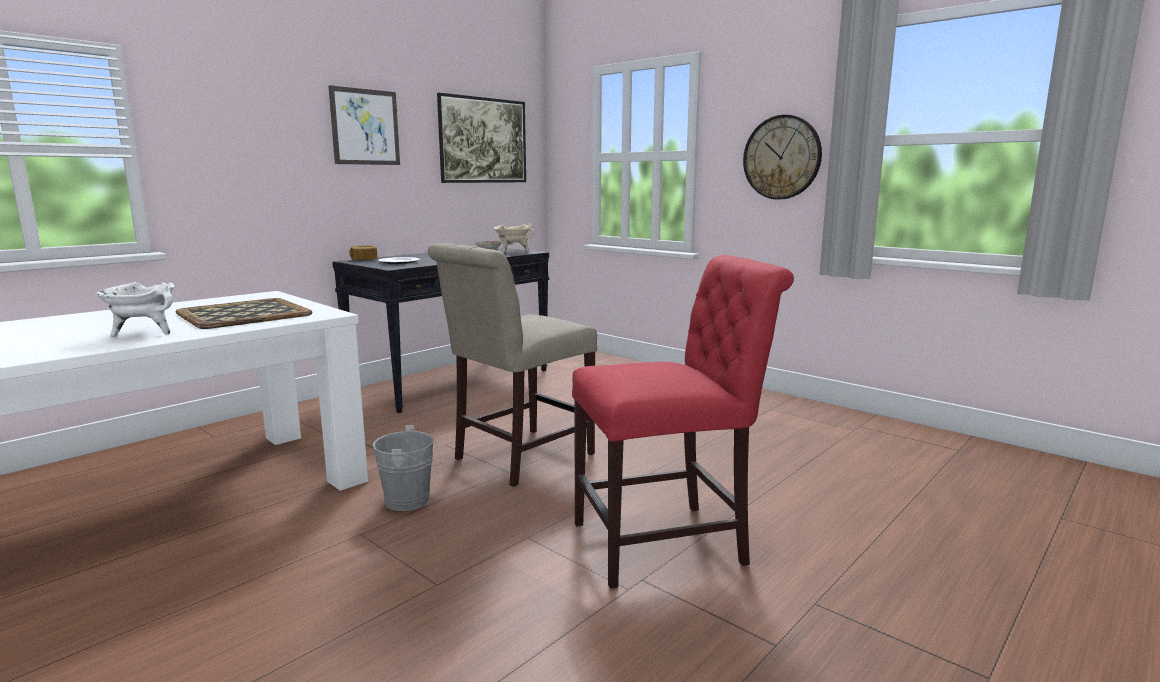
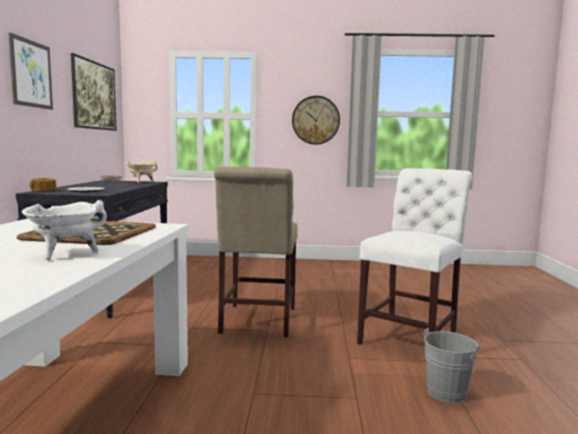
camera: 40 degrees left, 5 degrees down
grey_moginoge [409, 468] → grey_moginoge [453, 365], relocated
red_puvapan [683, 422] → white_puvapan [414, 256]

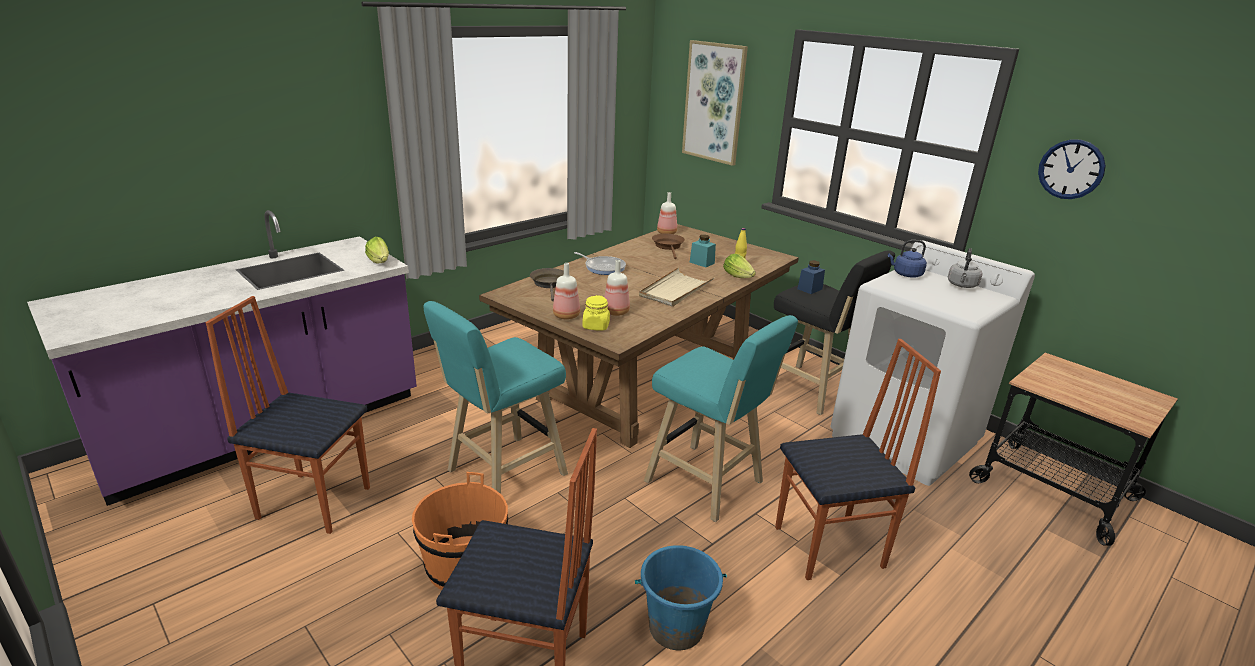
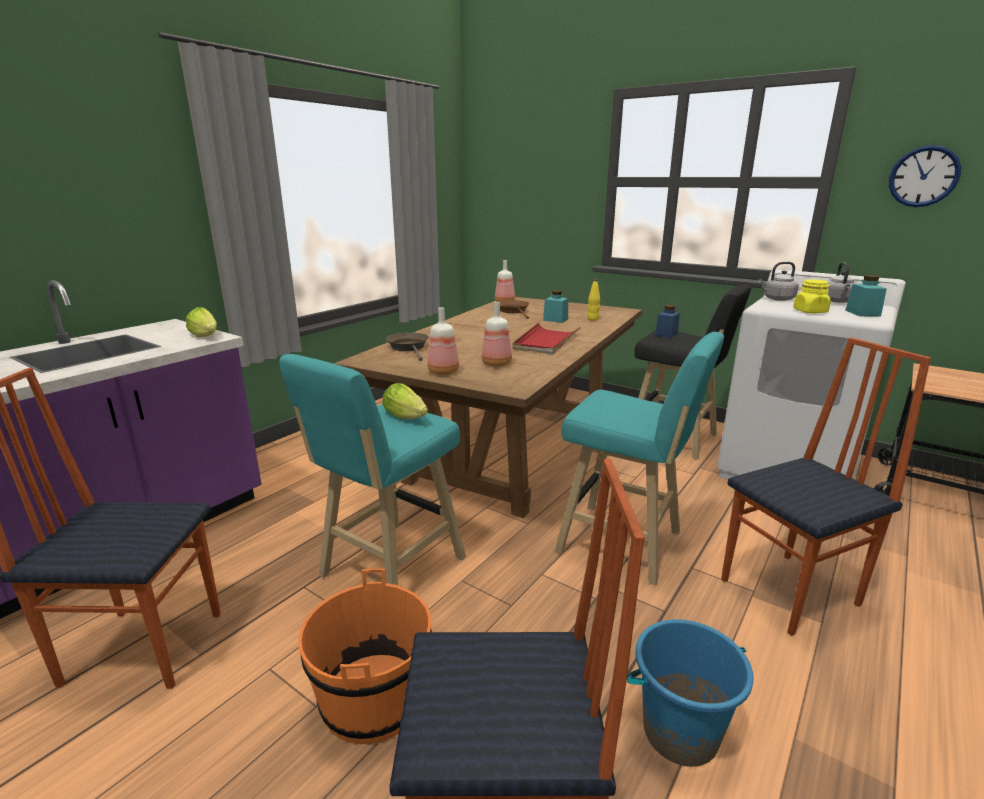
camera: 10 degrees left, 5 degrees down
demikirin [600, 263] → -
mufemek [715, 103] → -
- → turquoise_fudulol [866, 296]
yellow_fudulol [596, 313] → yellow_fudulol [812, 296], relocated
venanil [739, 266] → venanil [405, 401], relocated
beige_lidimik [676, 287] → red_lidimik [546, 338]
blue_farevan [907, 259] → grey_farevan [778, 281]

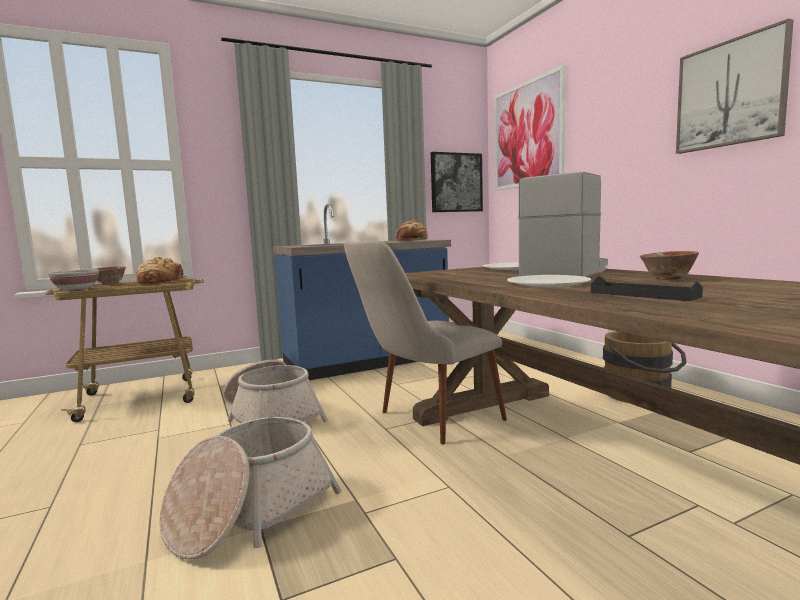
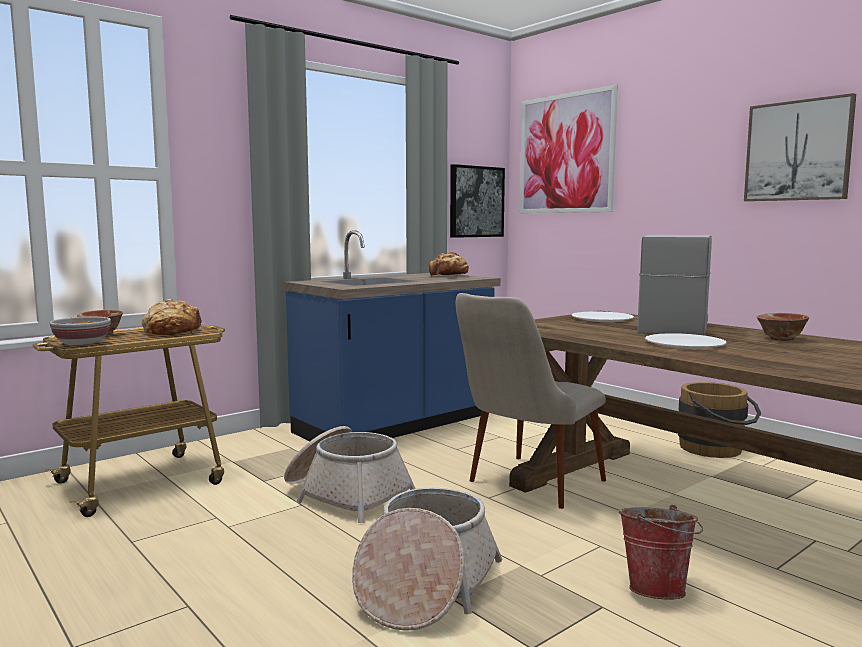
camera: 15 degrees left, 0 degrees up
black_lidimik [647, 288] → -
- → moginoge [661, 552]

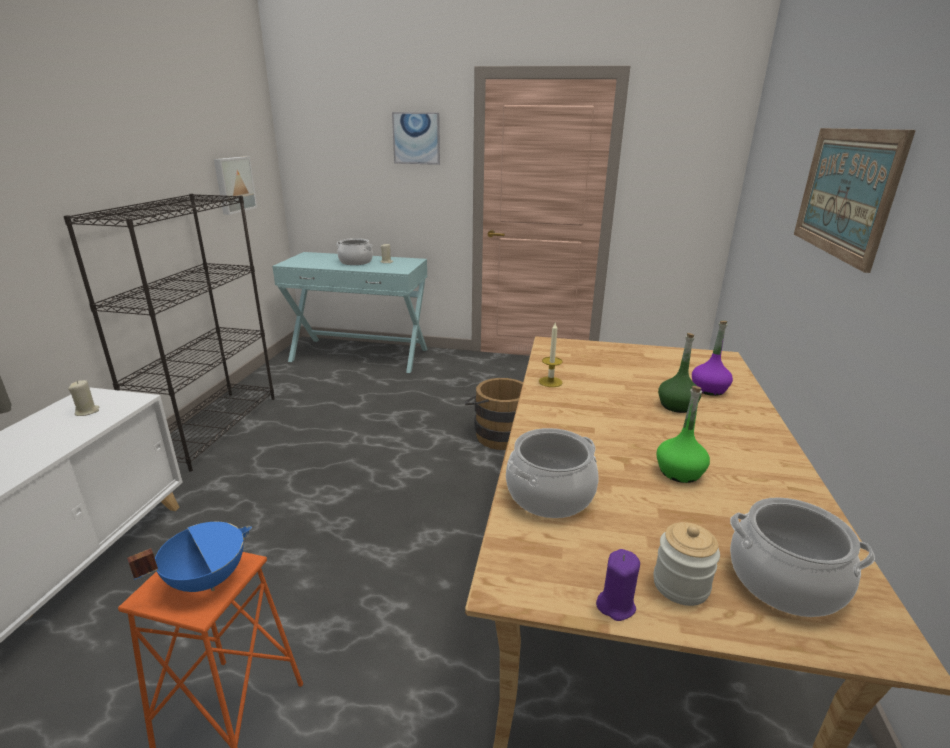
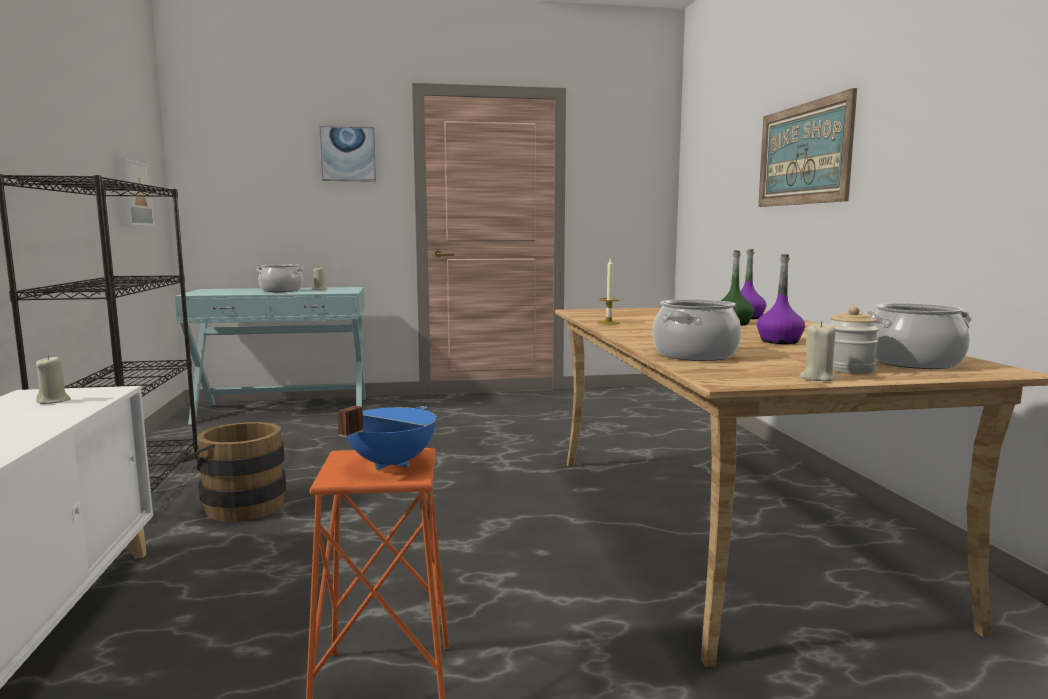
camera: 20 degrees left, 15 degrees down
brown_moginoge [494, 414] → brown_moginoge [233, 472], relocated
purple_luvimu [618, 585] → beige_luvimu [818, 351]
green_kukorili [683, 434] → purple_kukorili [781, 299]

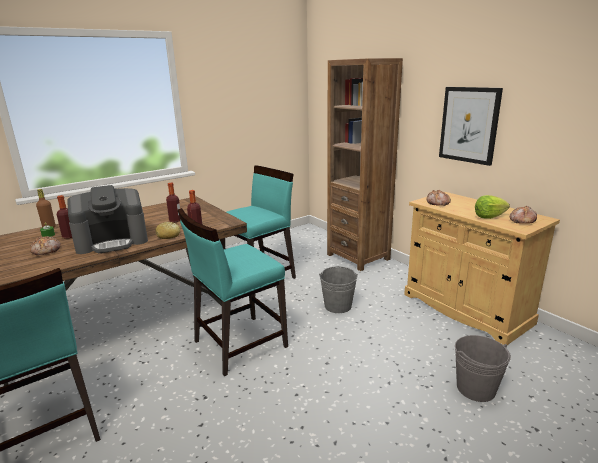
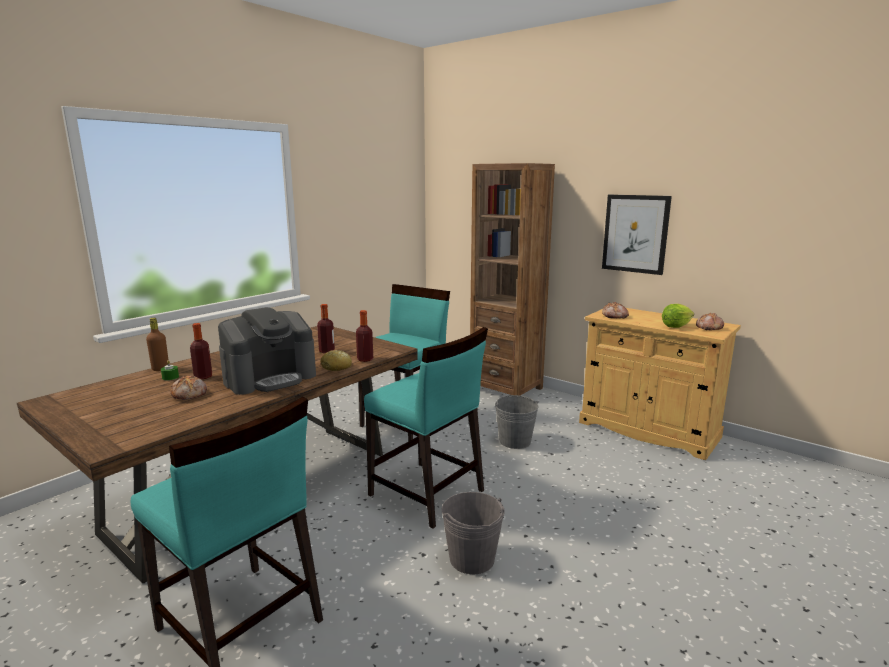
camera: 15 degrees left, 5 degrees down
grey_moginoge [483, 368] → grey_moginoge [473, 533], relocated
turquoise_puvapan [233, 292] → turquoise_puvapan [426, 427], 90 degrees counterclockwise

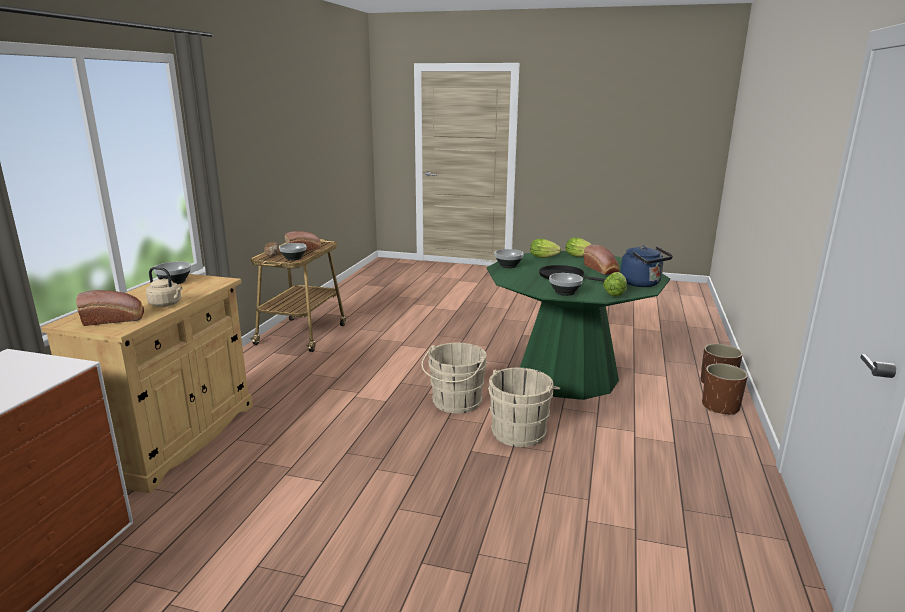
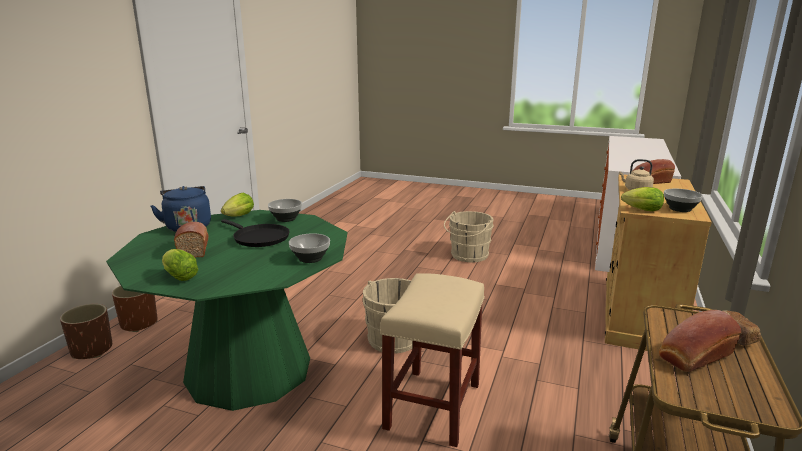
camera: 175 degrees left, 0 degrees up
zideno [292, 251] → -
- → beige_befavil [432, 360]
beige_moginoge [524, 407] → beige_moginoge [469, 236], relocated
venanil [545, 248] → venanil [642, 199], relocated

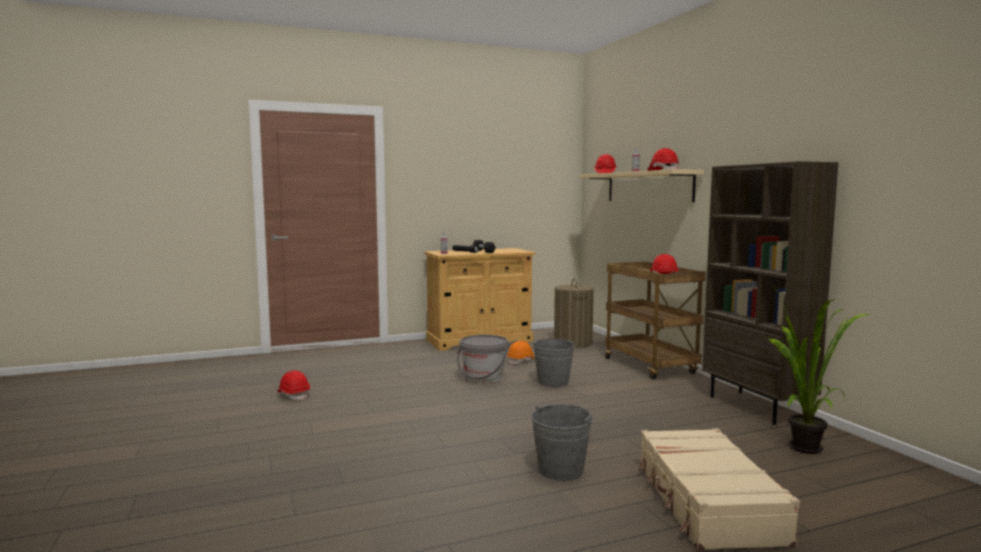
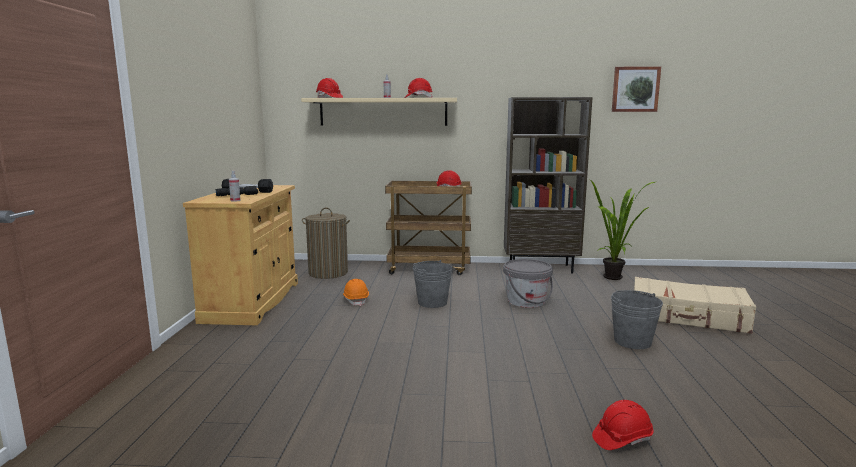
camera: 65 degrees left, 5 degrees up
- → mufemek [636, 89]
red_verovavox [293, 385] → red_verovavox [623, 425], relocated
grey_moginoge [483, 359] → grey_moginoge [528, 283], relocated

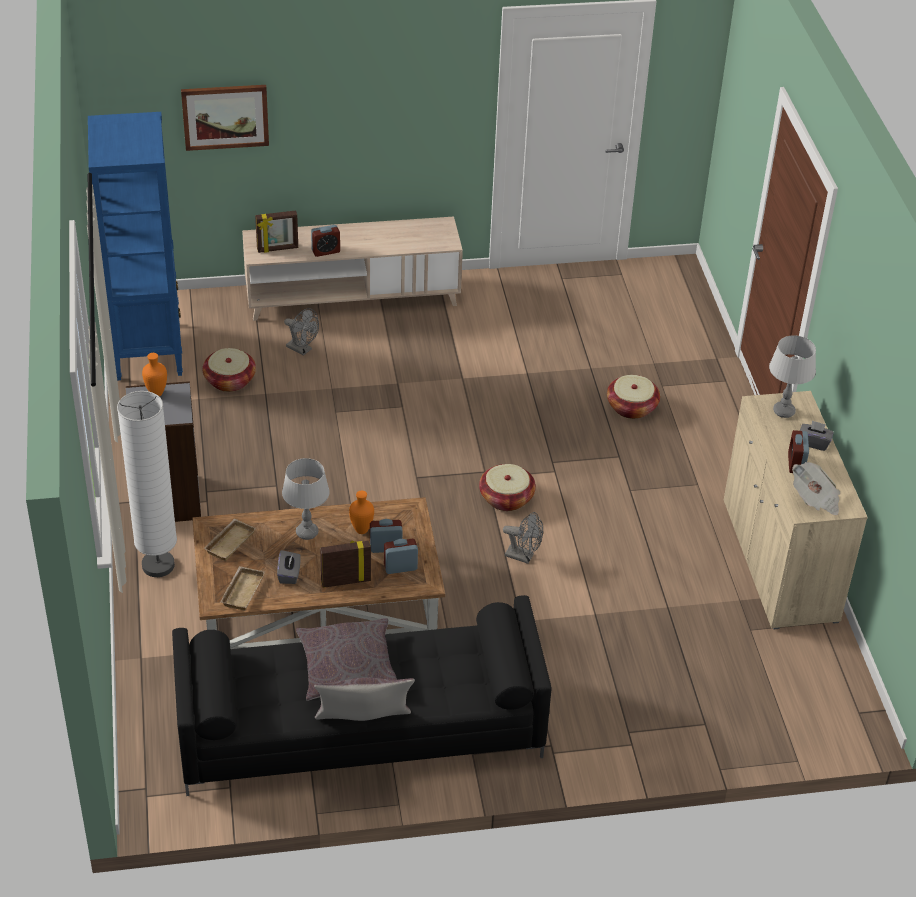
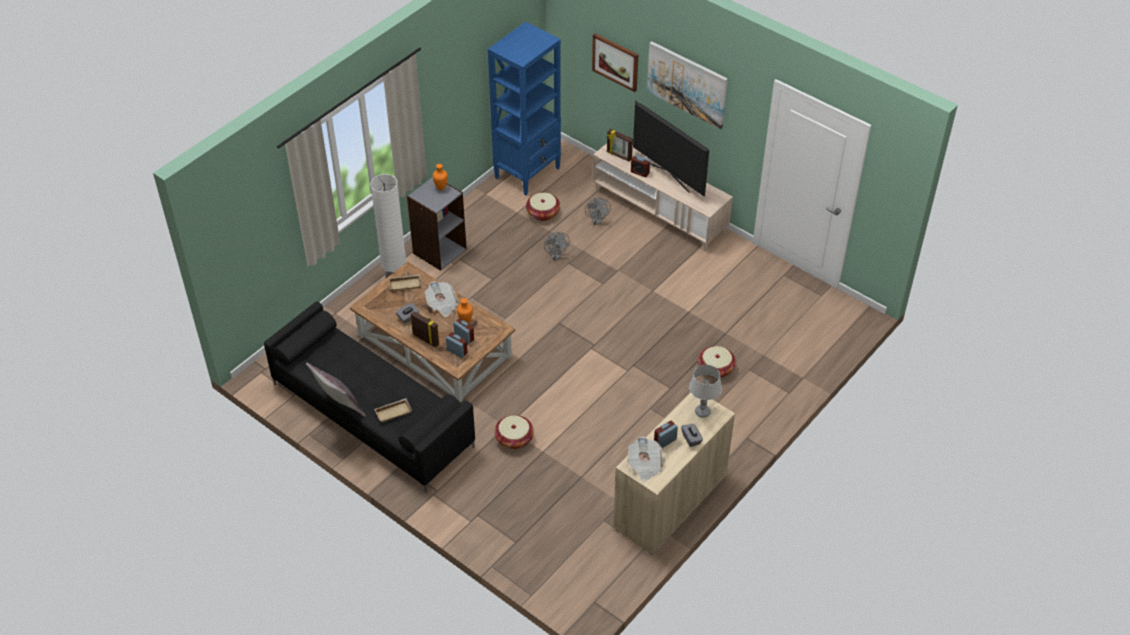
camera: 50 degrees right, 5 degrees up
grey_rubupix [346, 659] → -
- → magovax [671, 149]
- → mufemek [687, 85]
beige_lidimik [242, 588] → beige_lidimik [393, 410], relocated
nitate [507, 487] → nitate [514, 432], relocated
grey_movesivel [523, 538] → grey_movesivel [557, 246], relocated
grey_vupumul [306, 499] → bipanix [441, 299]

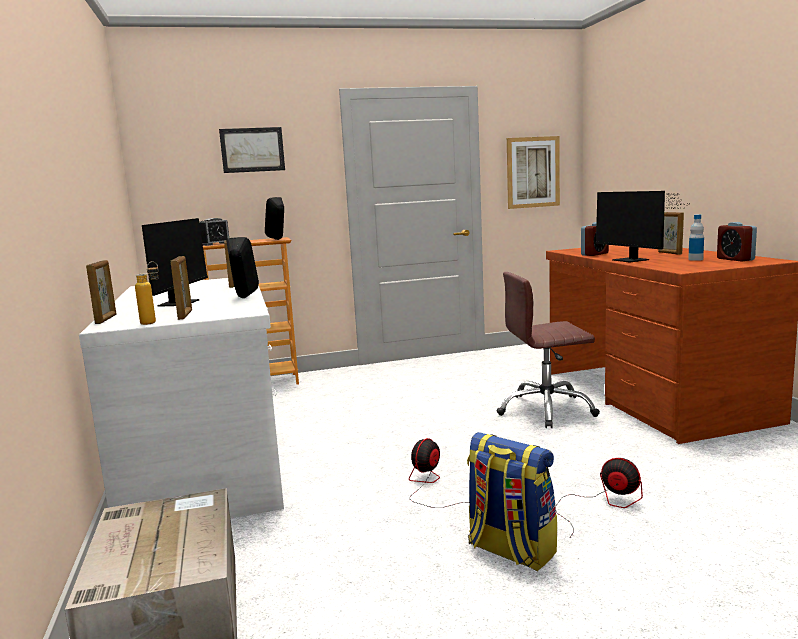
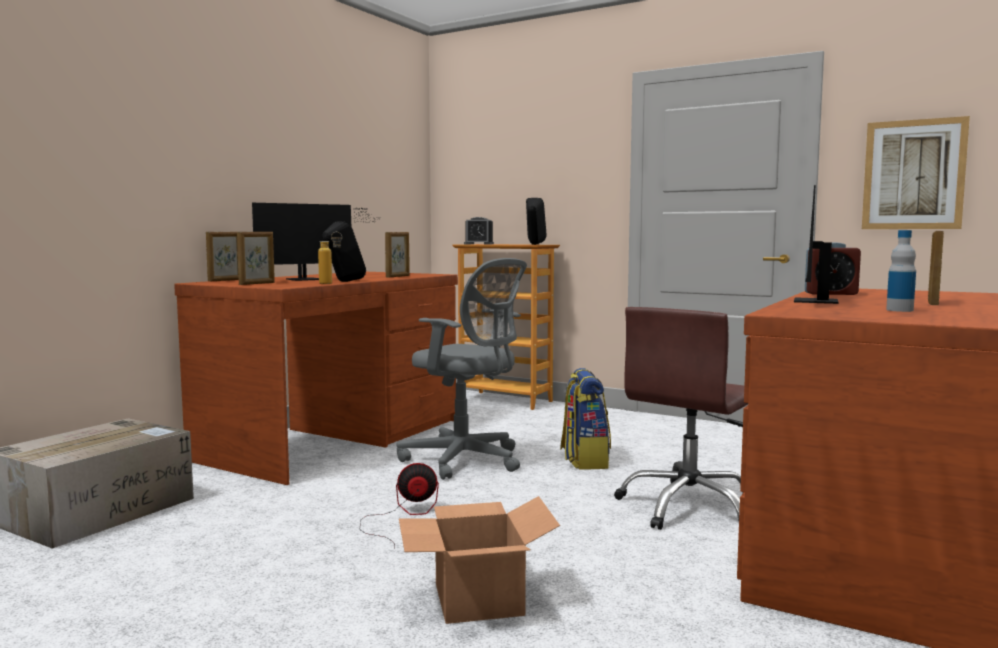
camera: 45 degrees right, 5 degrees down
mufemek [252, 150] → -
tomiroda [737, 242] → -
- → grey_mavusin [462, 369]
kukorili [147, 293] → kukorili [330, 258], relocated
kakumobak [512, 501] → kakumobak [585, 418], relocated
movesivel [599, 497] → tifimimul [479, 560]
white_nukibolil [181, 398] → brown_nukibolil [316, 378]
brown_mavusin [548, 350] → brown_mavusin [681, 418], 90 degrees counterclockwise

